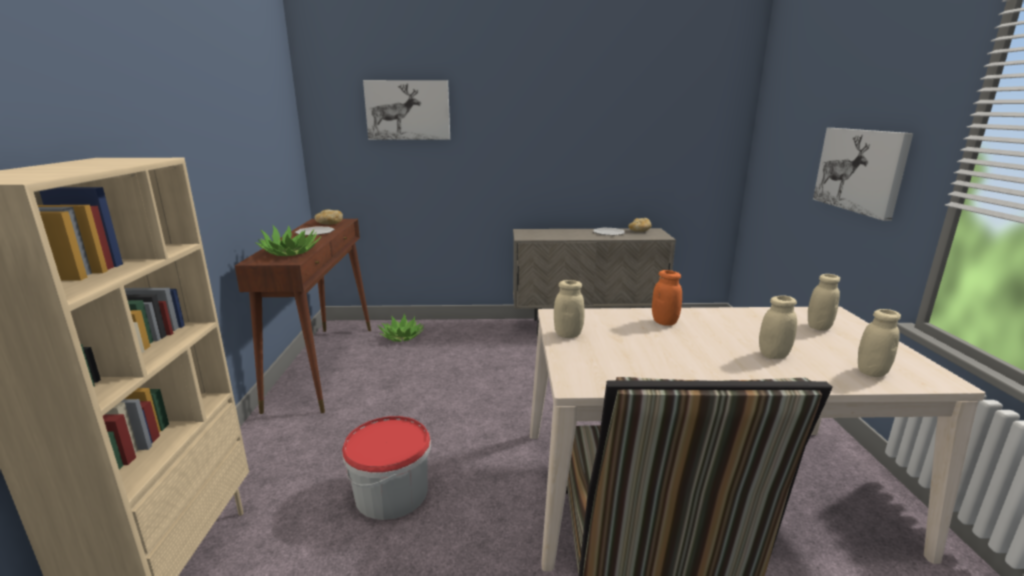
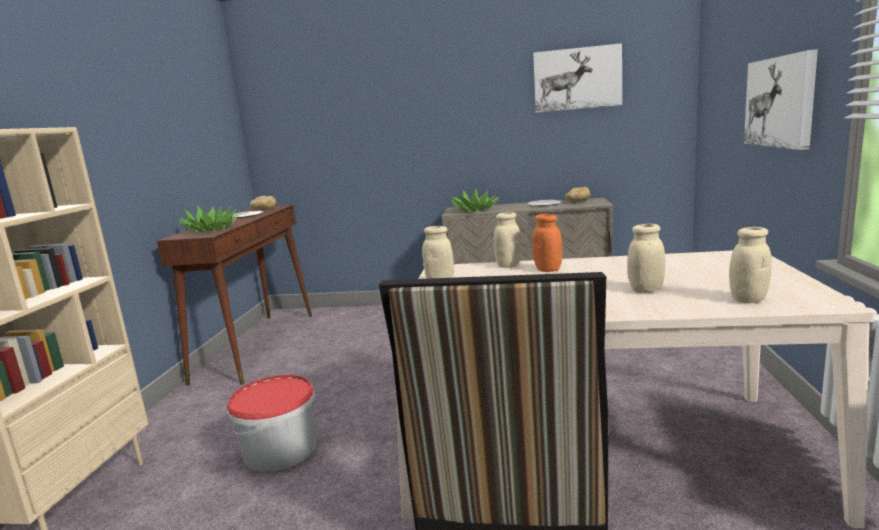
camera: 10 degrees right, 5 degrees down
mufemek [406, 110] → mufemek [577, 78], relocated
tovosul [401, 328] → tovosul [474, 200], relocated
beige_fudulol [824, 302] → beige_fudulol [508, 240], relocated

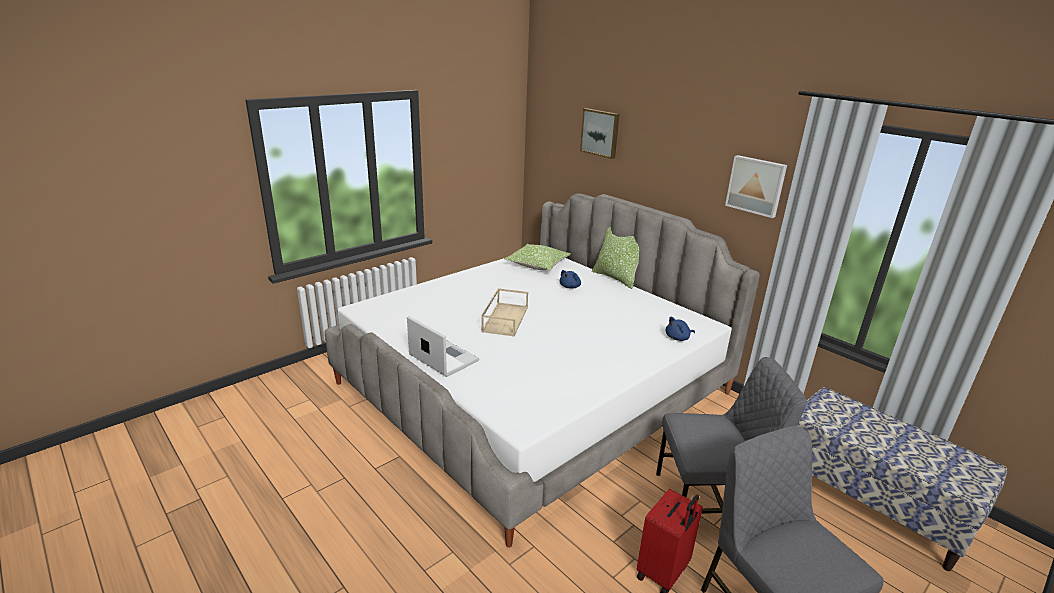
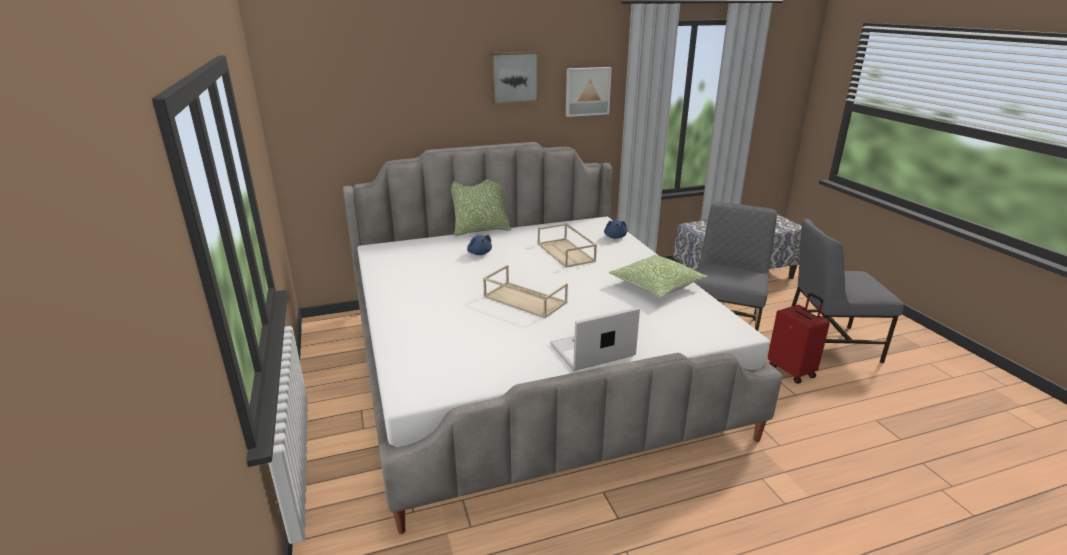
camera: 65 degrees left, 0 degrees up
- → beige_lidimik [567, 245]
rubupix [537, 257] → rubupix [658, 276], relocated
mufemek [600, 133] → mufemek [514, 77], relocated

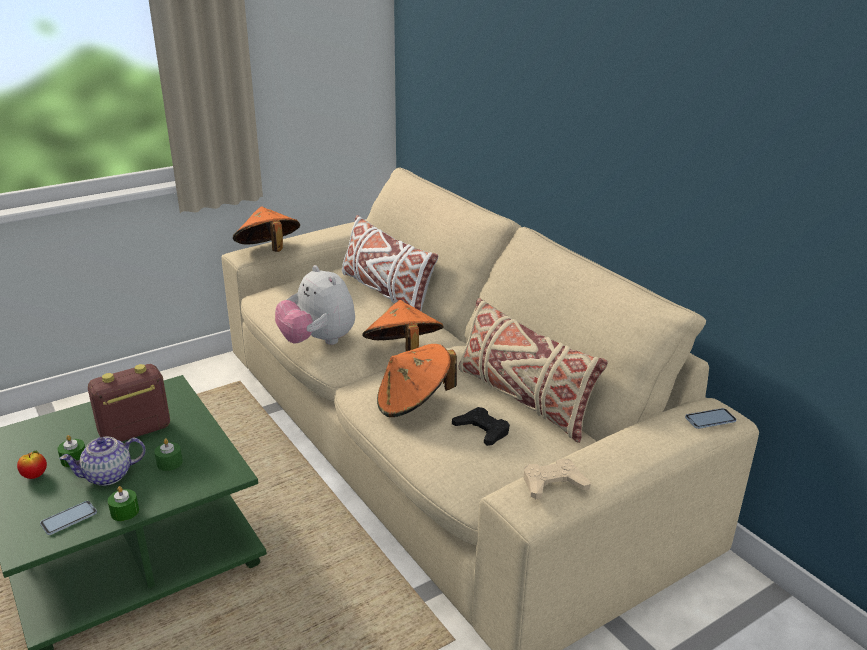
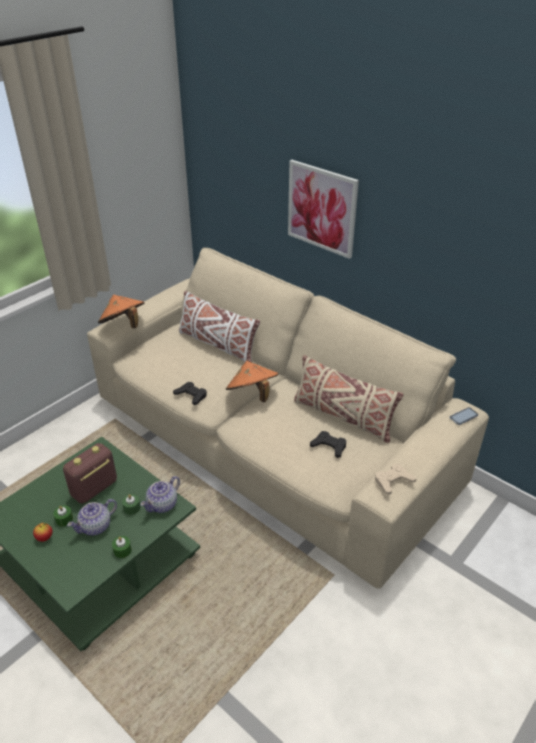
camera: 15 degrees left, 10 degrees up
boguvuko [68, 518] → -
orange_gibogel [417, 380] → -
- → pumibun [160, 494]
- → mufemek [323, 209]
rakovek [315, 305] → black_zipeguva [190, 393]

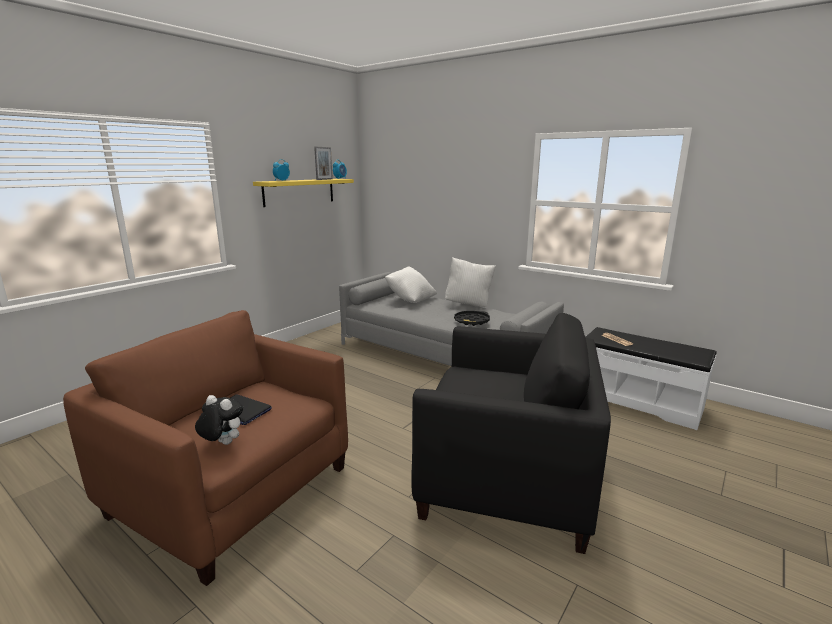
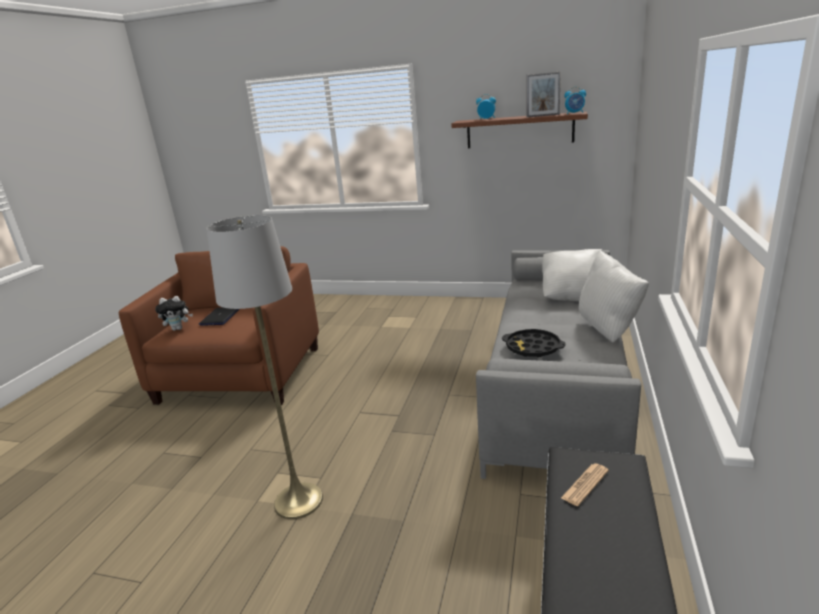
camera: 70 degrees right, 5 degrees up
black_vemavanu [511, 433] → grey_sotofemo [264, 367]
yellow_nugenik [303, 193] → brown_nugenik [519, 130]
rakovek [219, 420] → rakovek [174, 313], 75 degrees clockwise

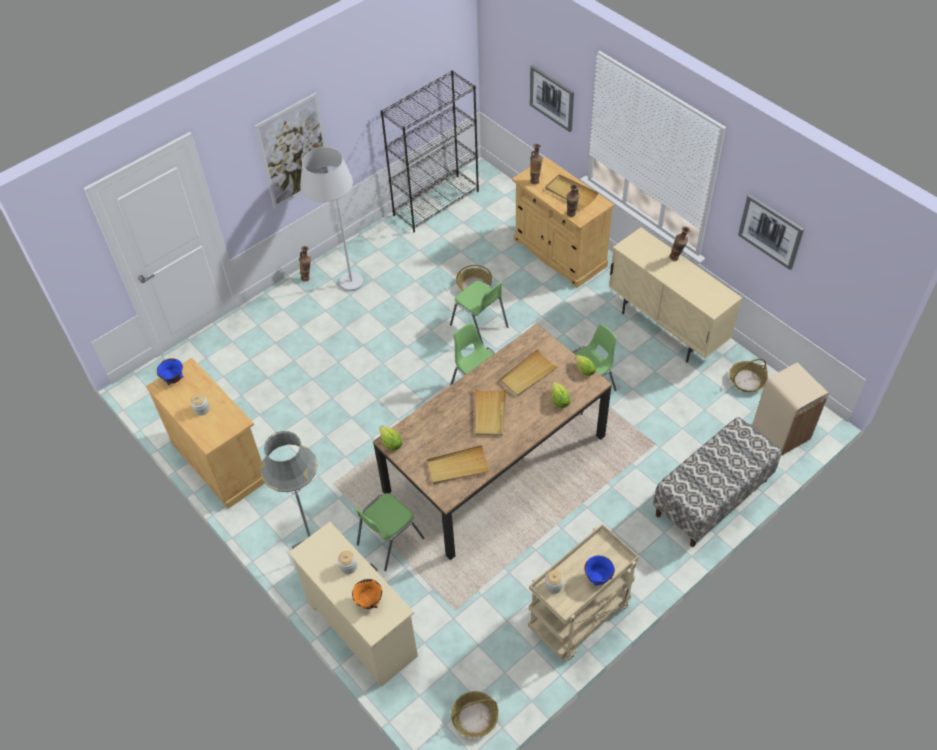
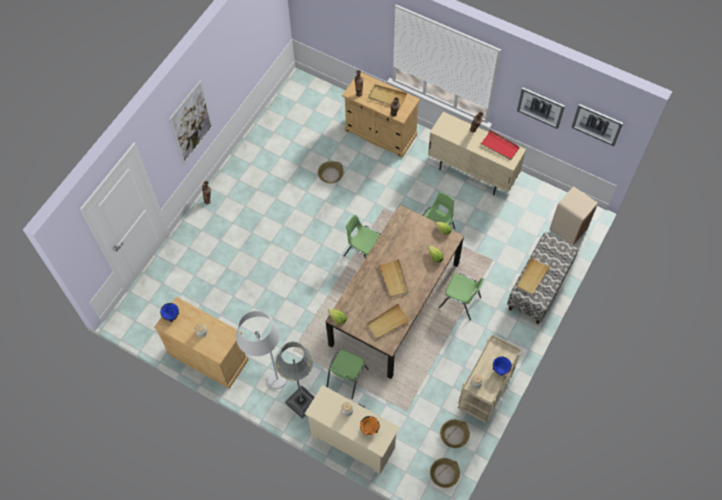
camera: 20 degrees left, 10 degrees up
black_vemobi [430, 151] → -
- → red_lidimik [500, 145]
white_sotofemo [331, 219] → white_sotofemo [261, 350], relocated
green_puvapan [479, 313] → green_puvapan [461, 297], relocated
beige_lidimik [529, 372] → beige_lidimik [533, 276], relocated
mufemek [552, 98] → mufemek [597, 125], relocated
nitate [748, 375] → nitate [455, 433], relocated

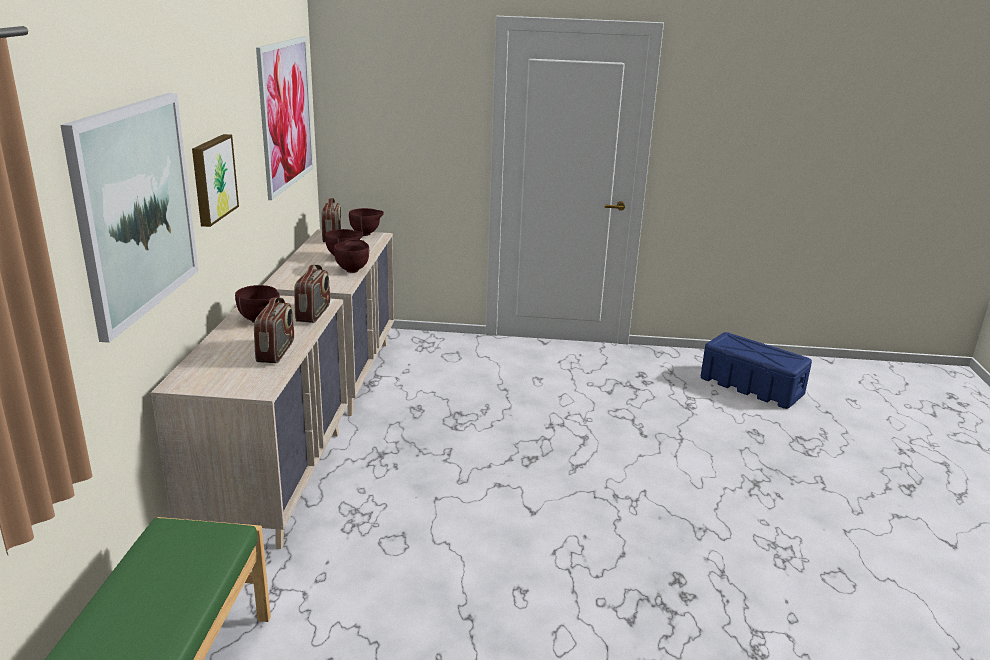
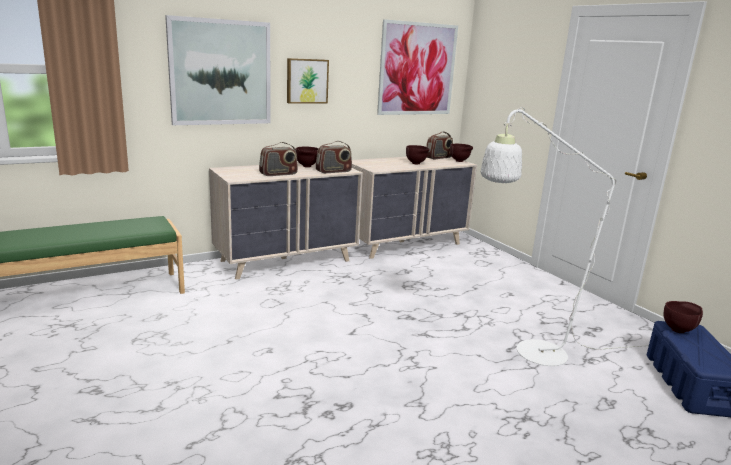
camera: 55 degrees right, 5 degrees down
- → white_sotofemo [565, 236]
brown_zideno [351, 256] → brown_zideno [683, 317], relocated

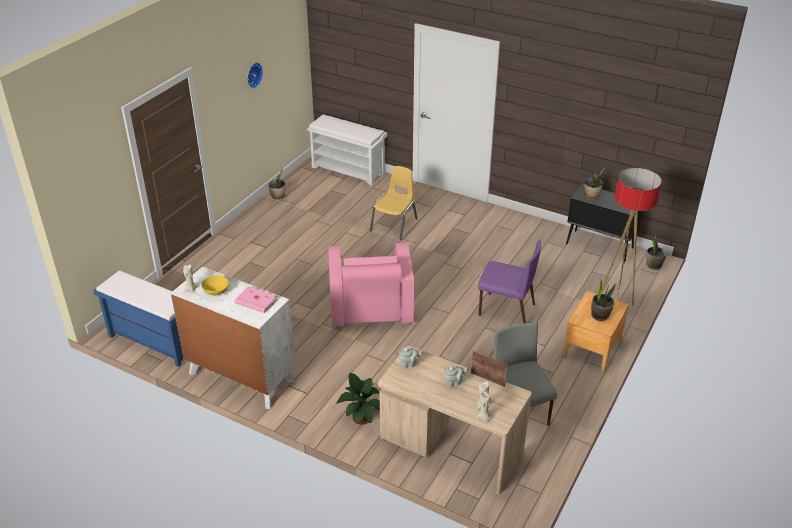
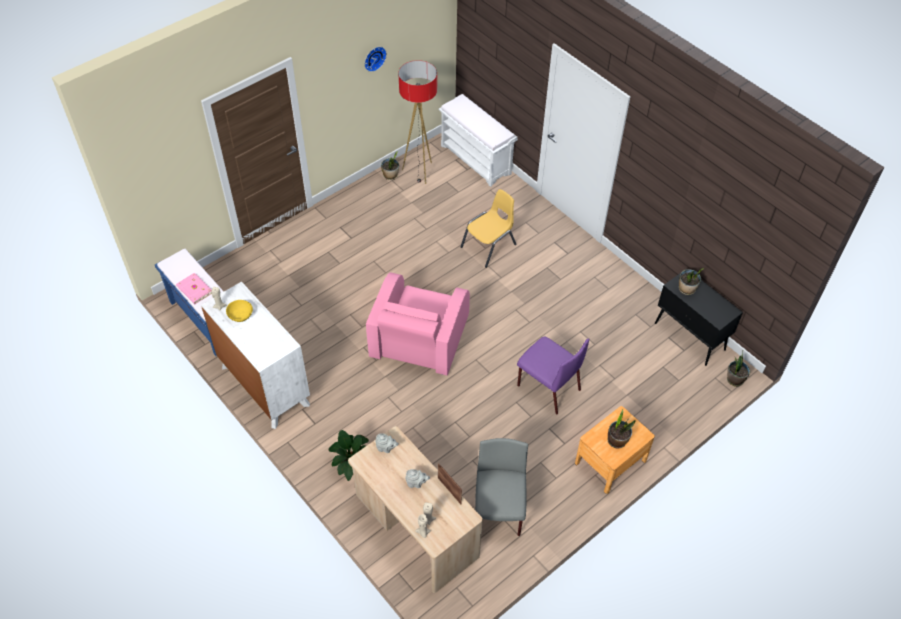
camera: 20 degrees right, 15 degrees up
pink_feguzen [256, 299] → pink_feguzen [194, 288], relocated
sotofemo [631, 237] → sotofemo [417, 122], relocated

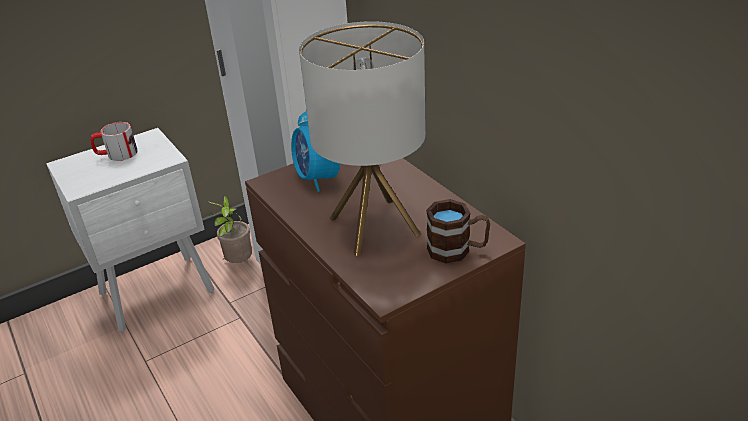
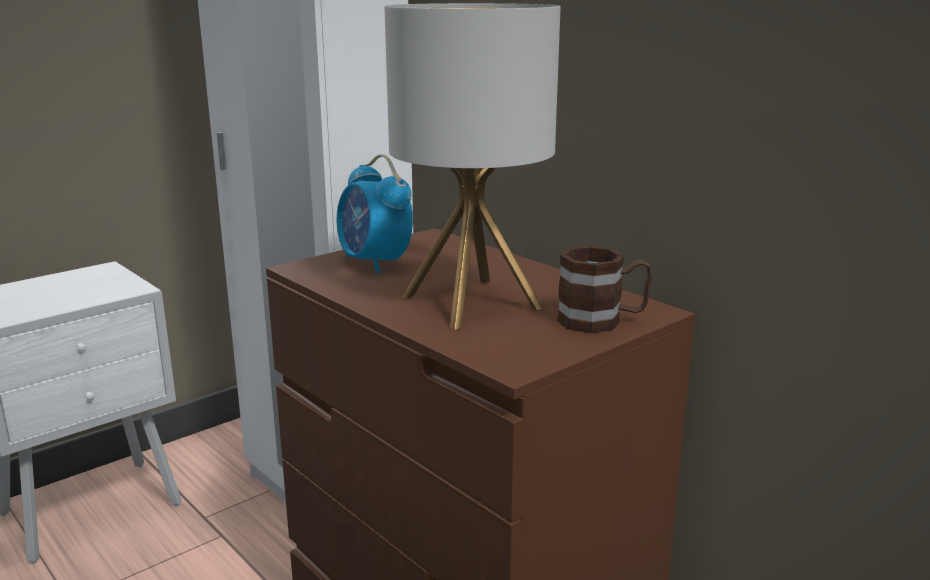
camera: 10 degrees left, 15 degrees down
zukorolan [114, 141] → -
tovosul [230, 229] → -

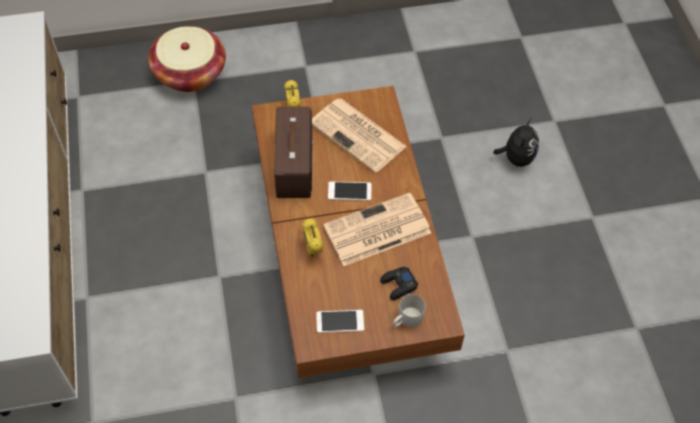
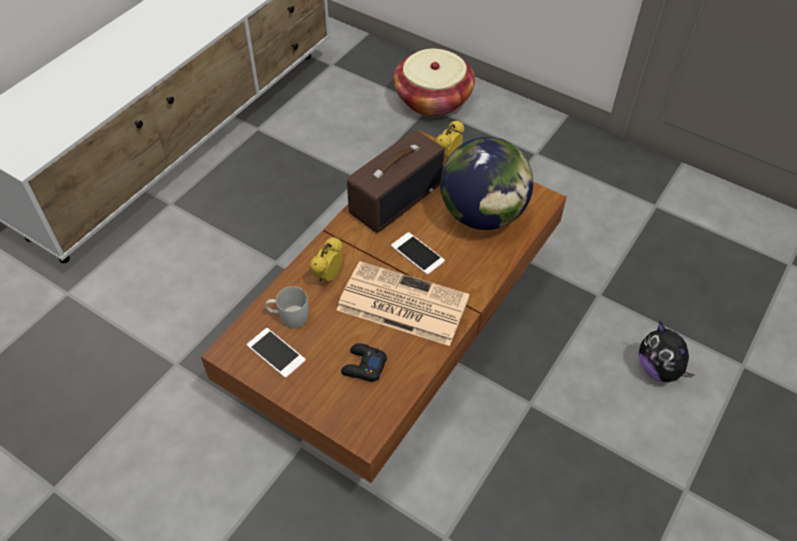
camera: 45 degrees right, 5 degrees down
white_zukorolan [409, 311] → white_zukorolan [287, 307], relocated
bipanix [359, 135] → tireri [486, 183]
rakovek [516, 143] → rakovek [666, 351], 90 degrees clockwise

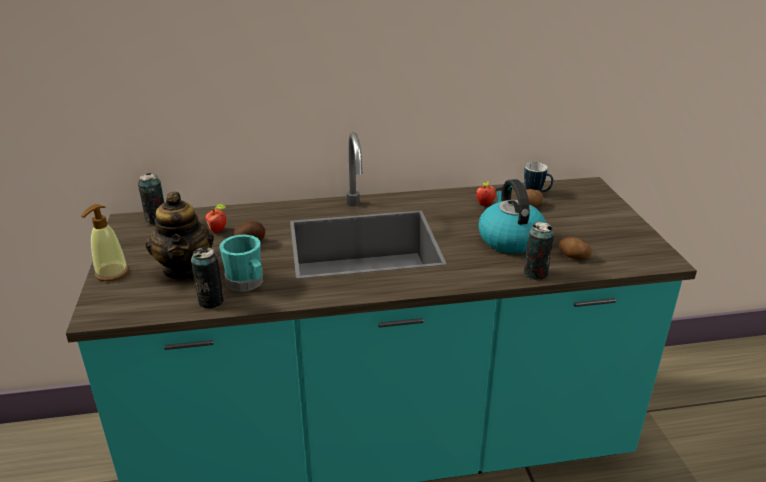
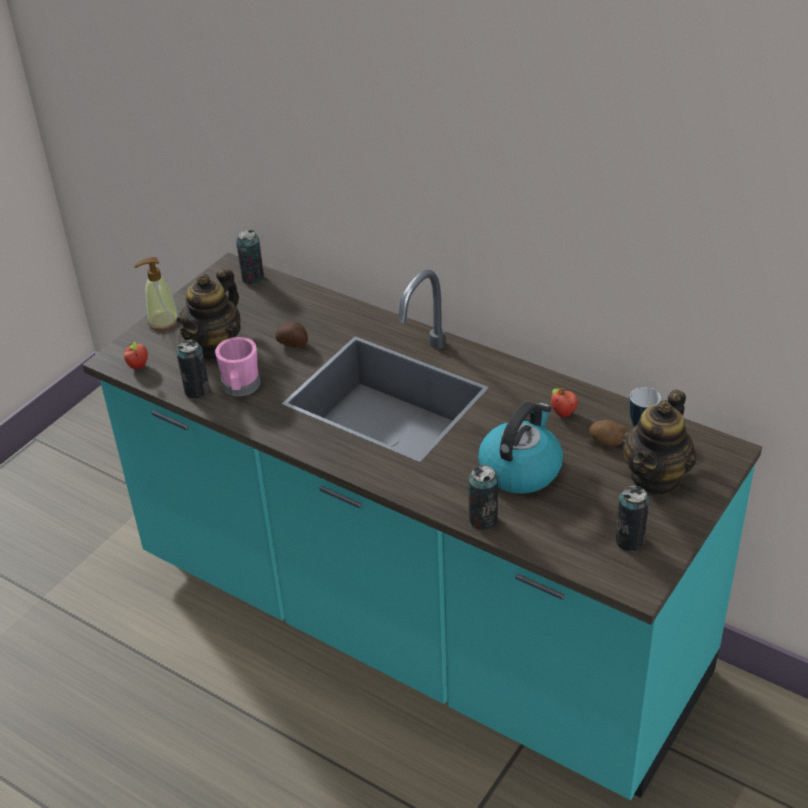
camera: 45 degrees right, 10 degrees up
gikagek [575, 248] → -
- → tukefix [632, 518]
- → pumibun [659, 442]
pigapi [215, 218] → pigapi [136, 355], relocated
turquoise_zukorolan [241, 263] → pink_zukorolan [238, 366]

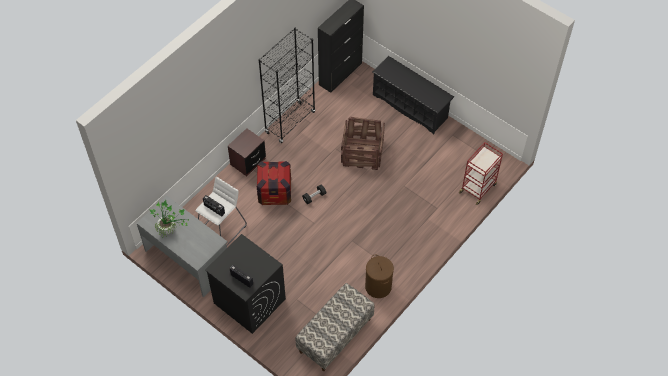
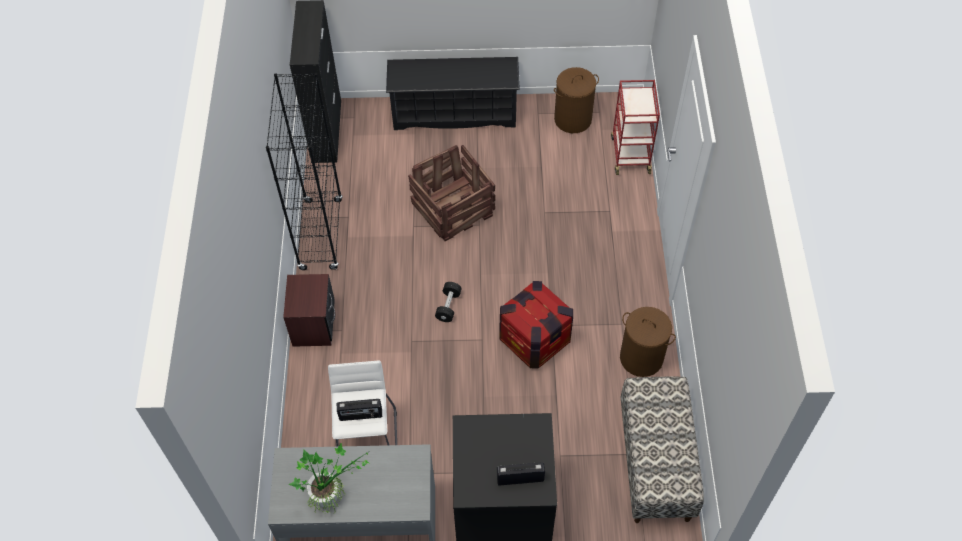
camera: 40 degrees left, 0 degrees up
- → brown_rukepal [576, 100]
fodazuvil [273, 183] → fodazuvil [536, 325], relocated

